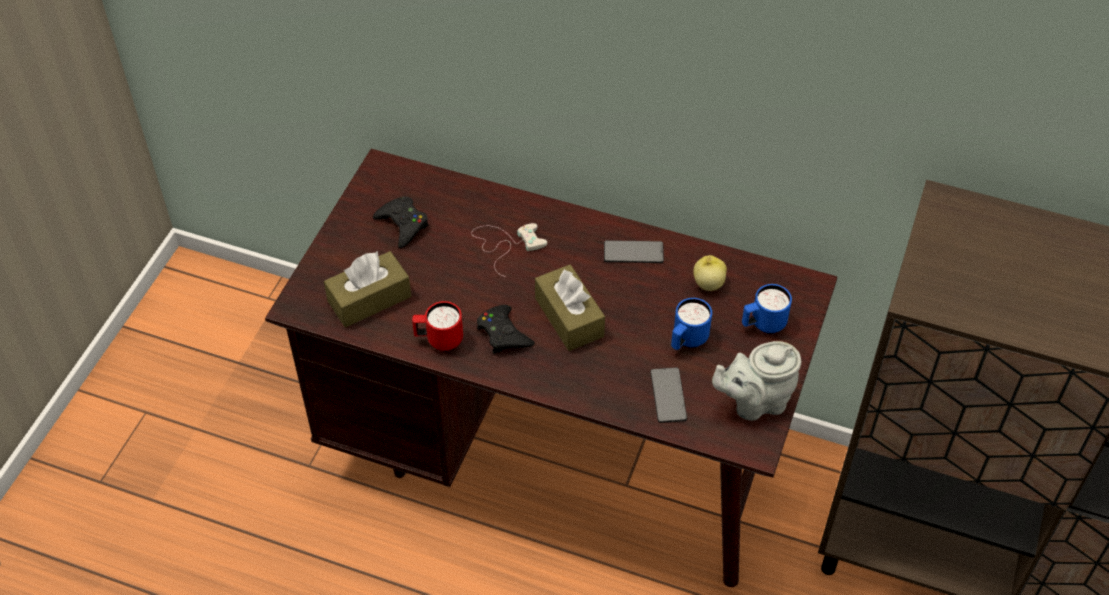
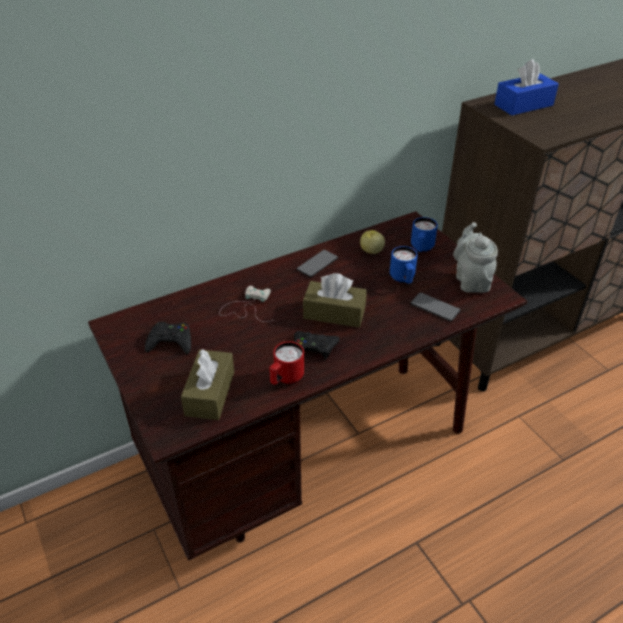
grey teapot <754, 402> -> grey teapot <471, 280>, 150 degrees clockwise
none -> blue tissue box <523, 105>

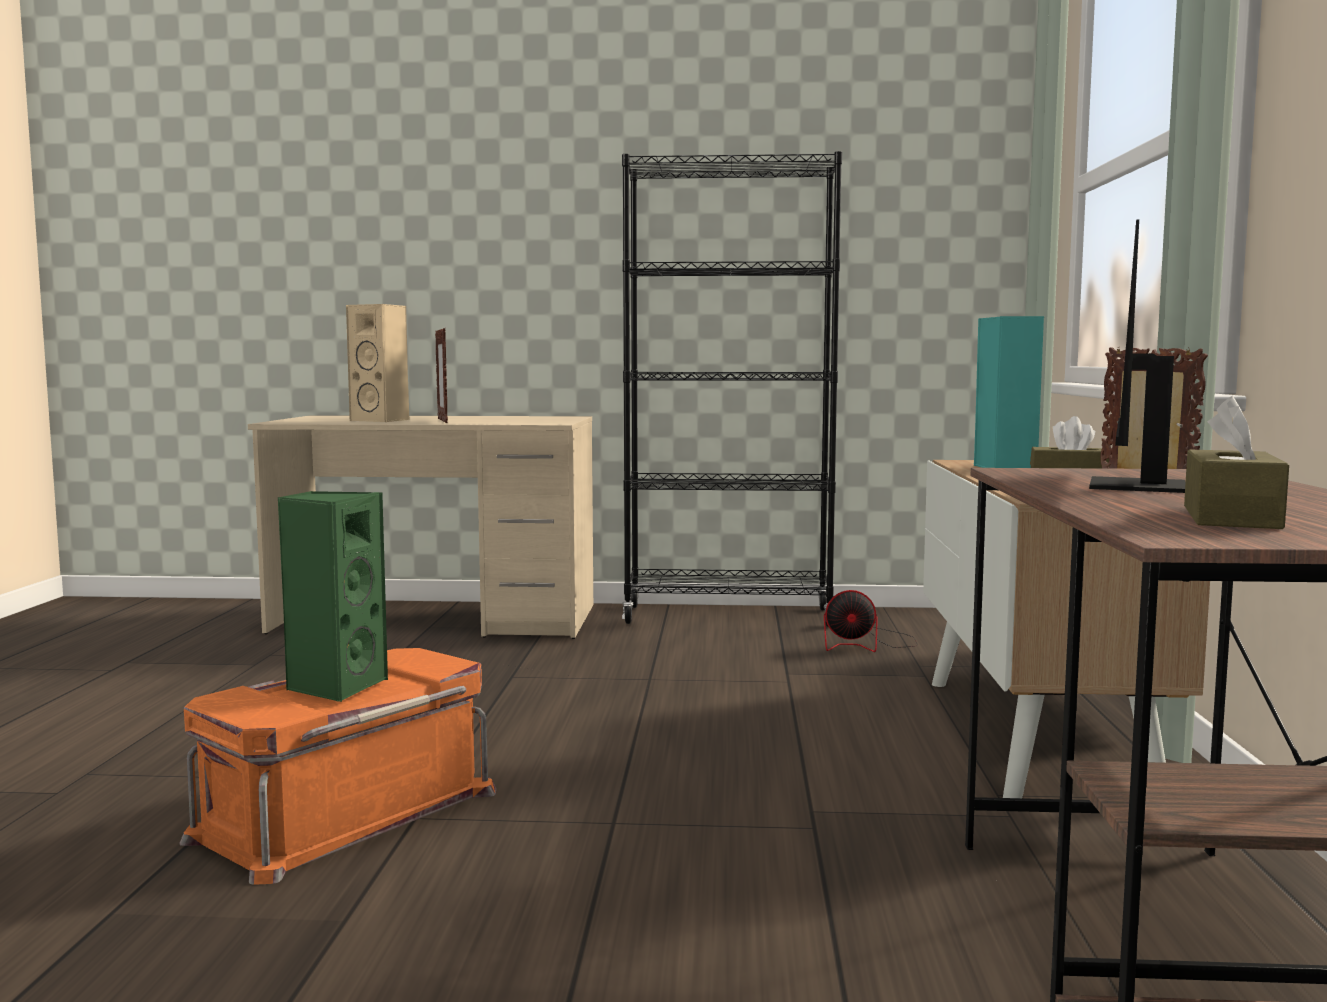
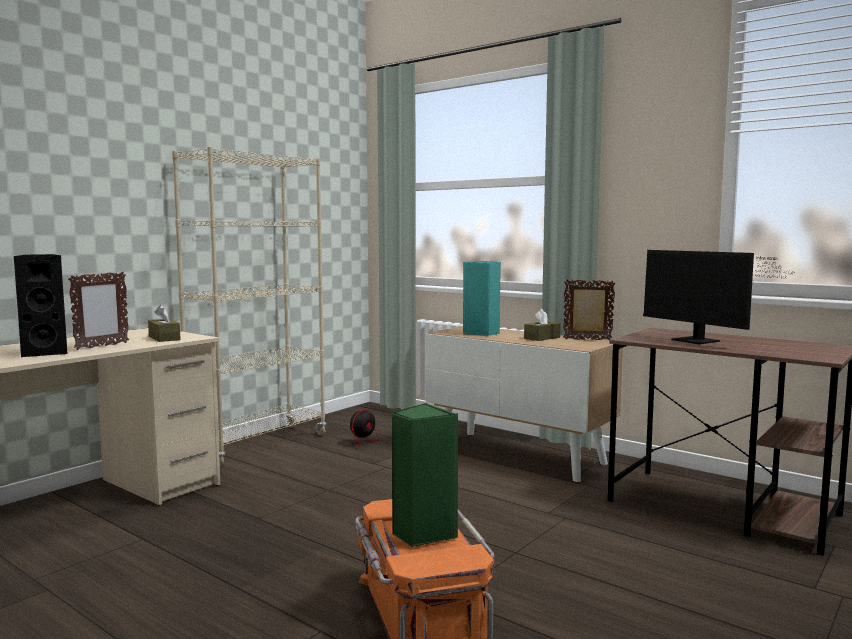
black bookcase <728, 616> -> beige bookcase <259, 445>
beige speaker <382, 420> -> black speaker <45, 352>
picture frame <443, 421> -> picture frame <102, 346>, 75 degrees counterclockwise
brown tissue box <1230, 517> -> brown tissue box <164, 338>, moved

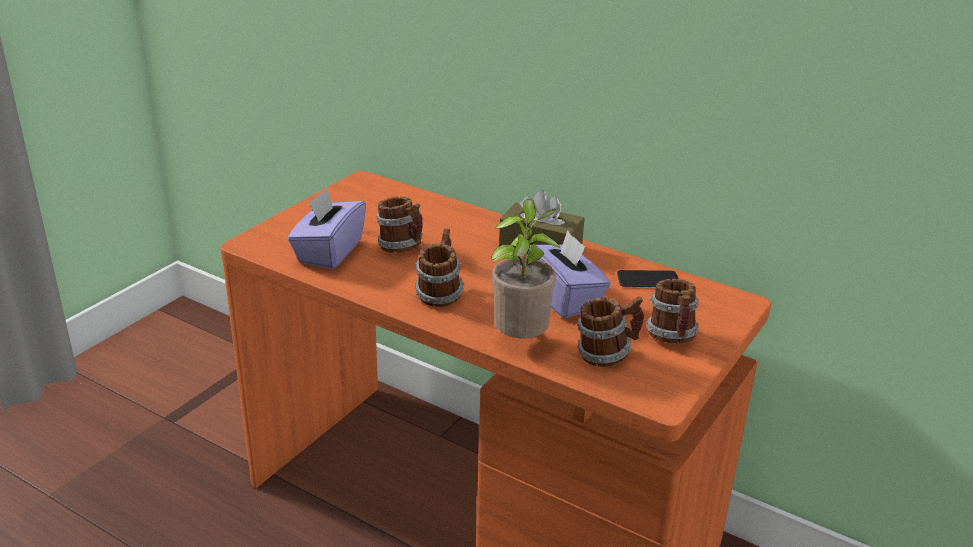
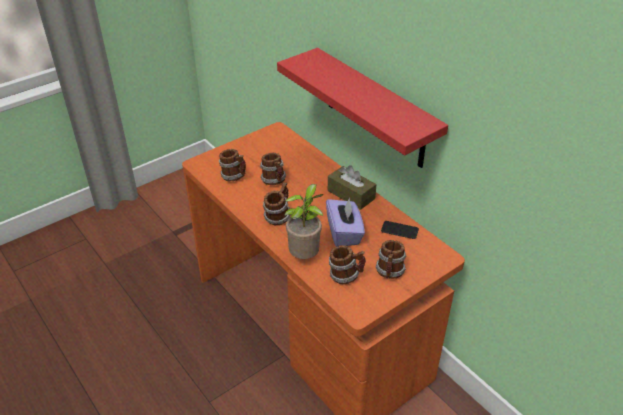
purple tissue box <329, 252> -> mug <234, 177>
none -> red shelf <375, 109>

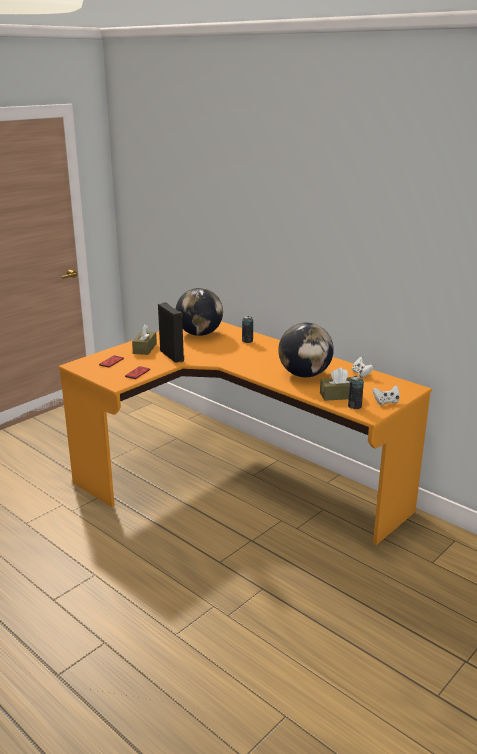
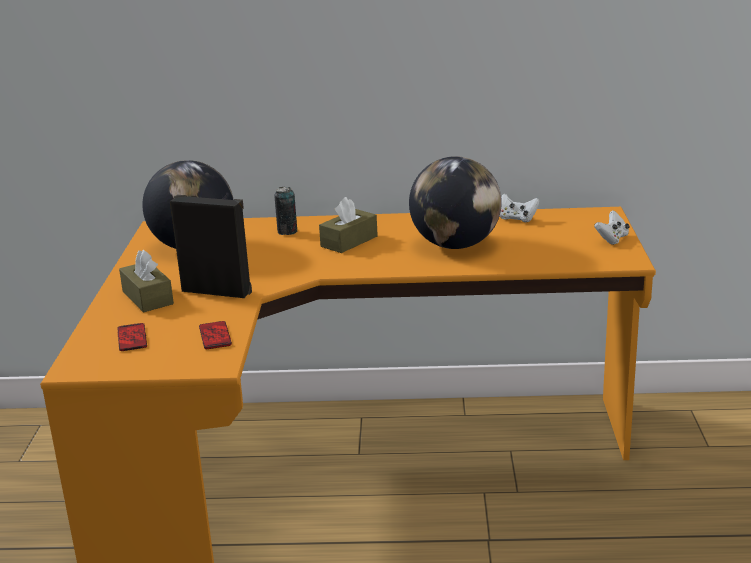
brown tissue box <339, 395> -> brown tissue box <349, 241>, moved
can <354, 406> -> none

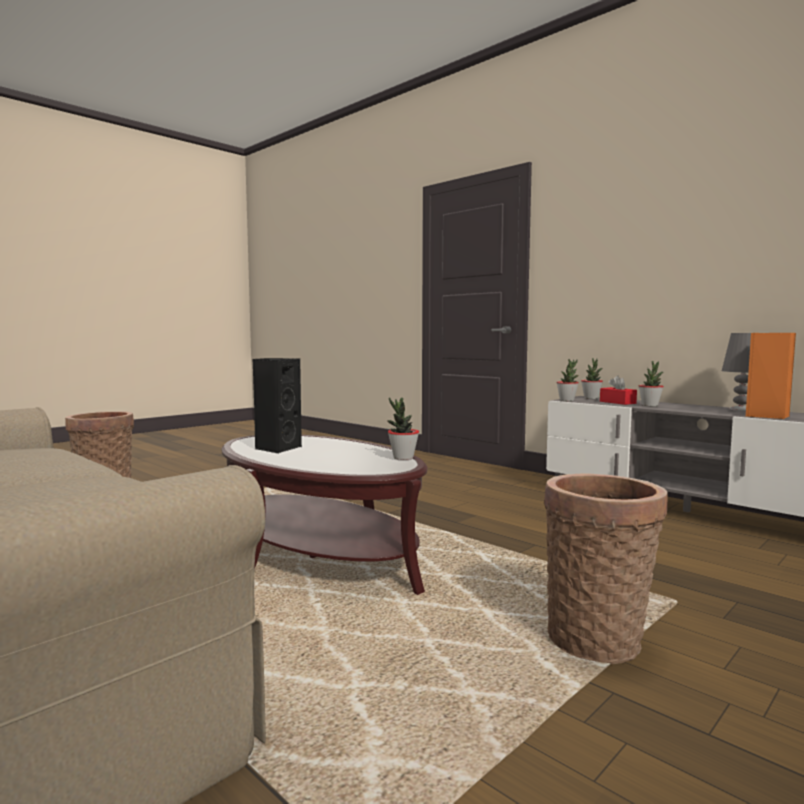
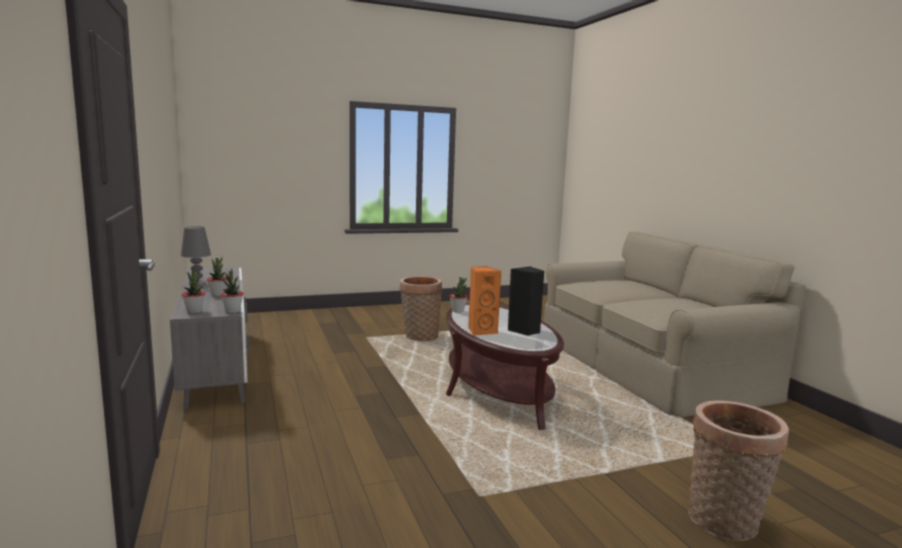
orange speaker <767, 416> -> orange speaker <481, 331>, moved
red tissue box <617, 402> -> none

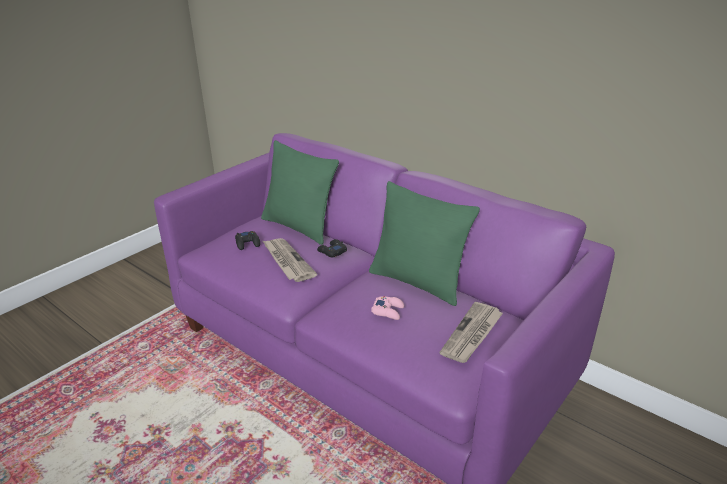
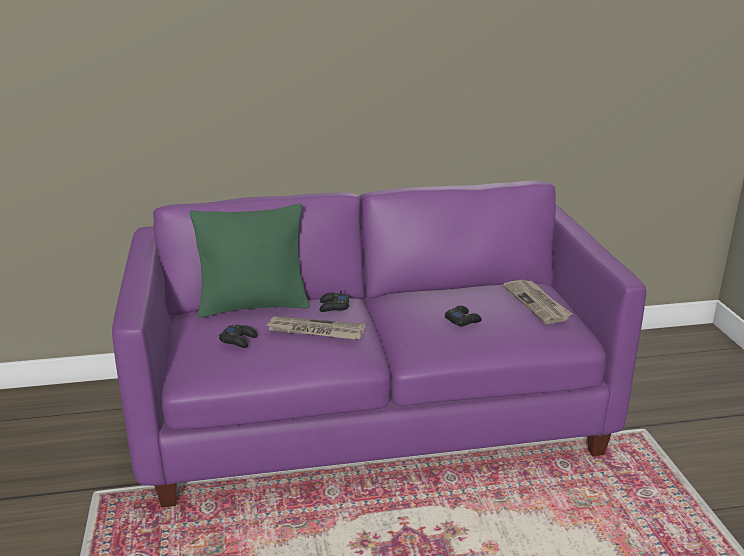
green pillow <417, 282> -> none
pink game controller <388, 311> -> black game controller <462, 320>

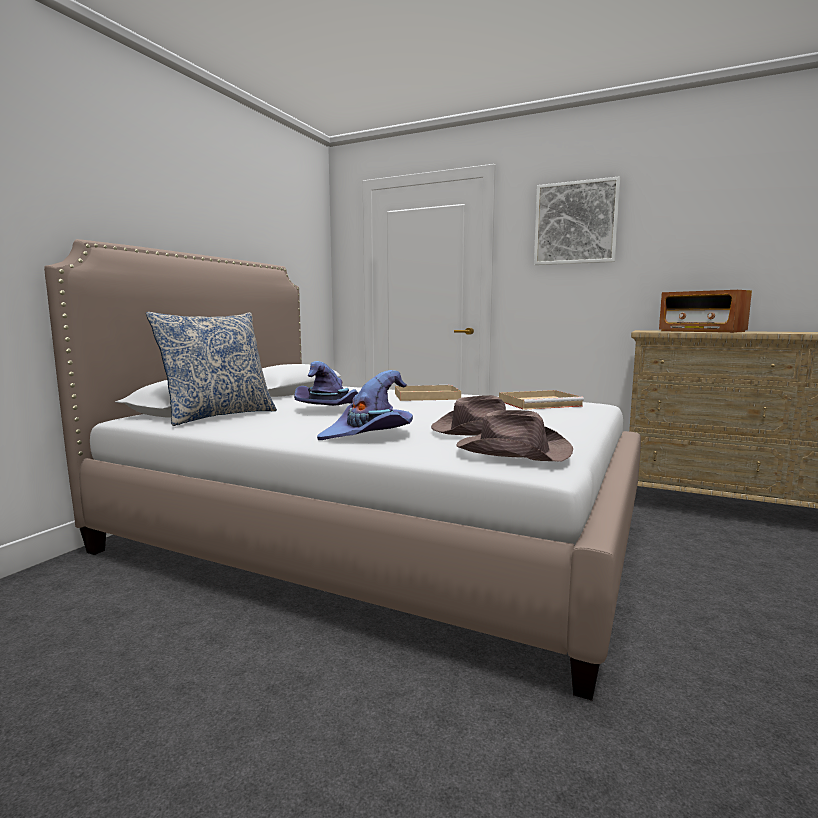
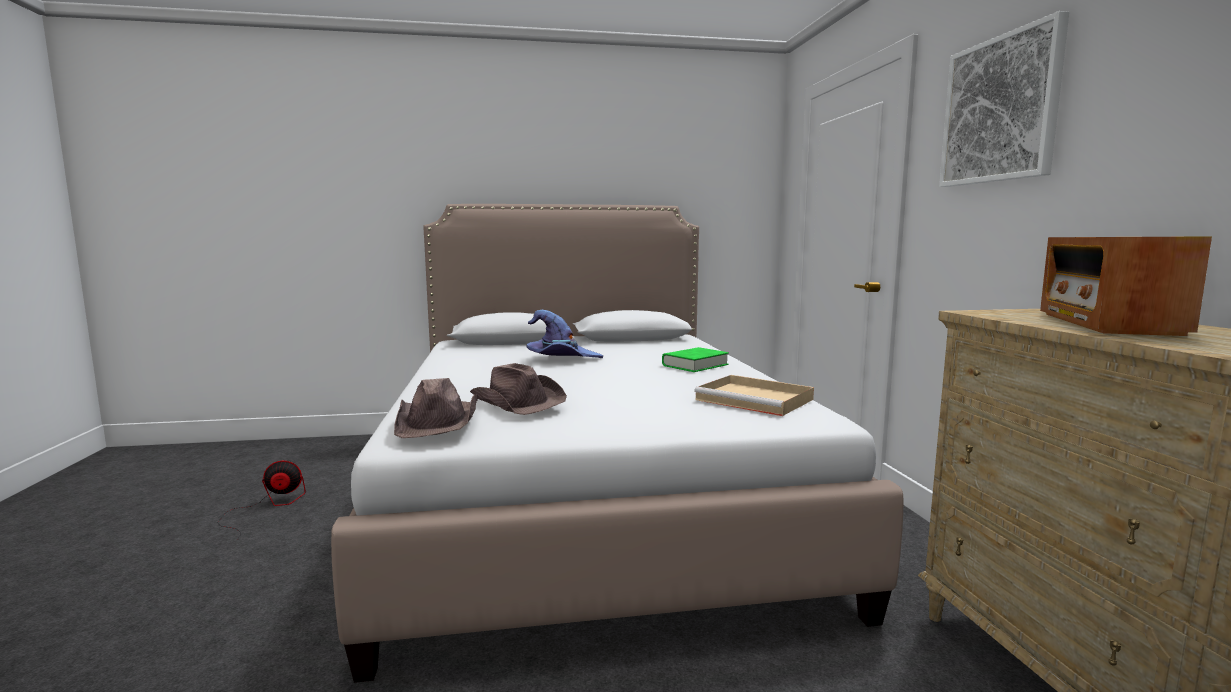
pillow <218, 416> -> none
purple hat <369, 435> -> none
beige tray <425, 396> -> green book <695, 365>
none -> fan <267, 507>

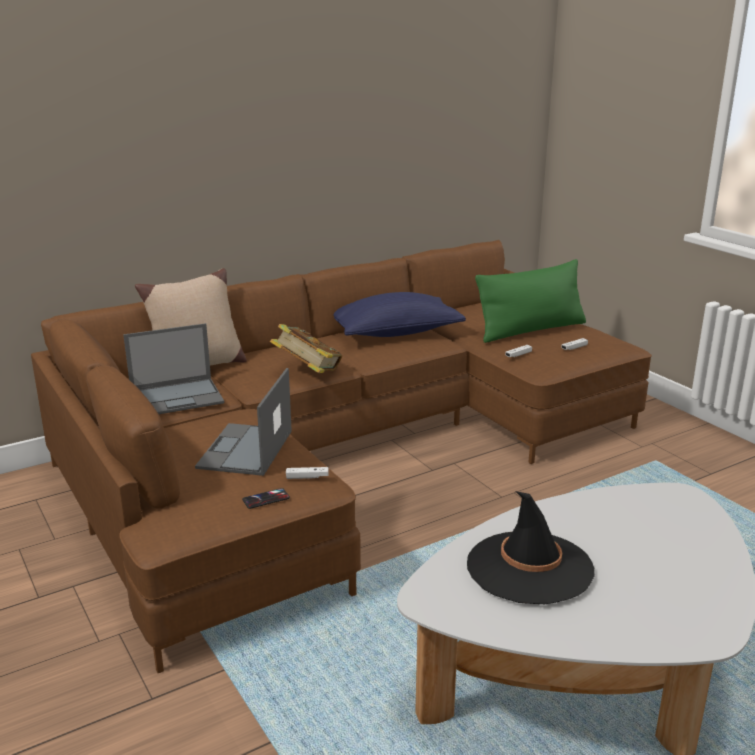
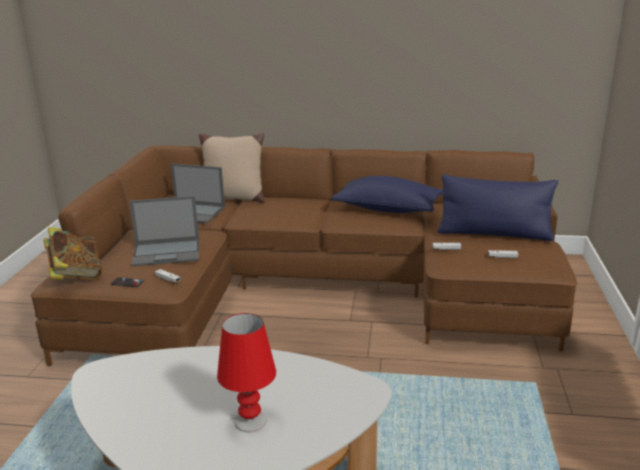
green pillow <531, 330> -> blue pillow <494, 234>
book <307, 373> -> book <76, 275>, moved
laptop <245, 450> -> laptop <167, 253>, 150 degrees counterclockwise
black hat <529, 567> -> none
none -> red table lamp <250, 421>

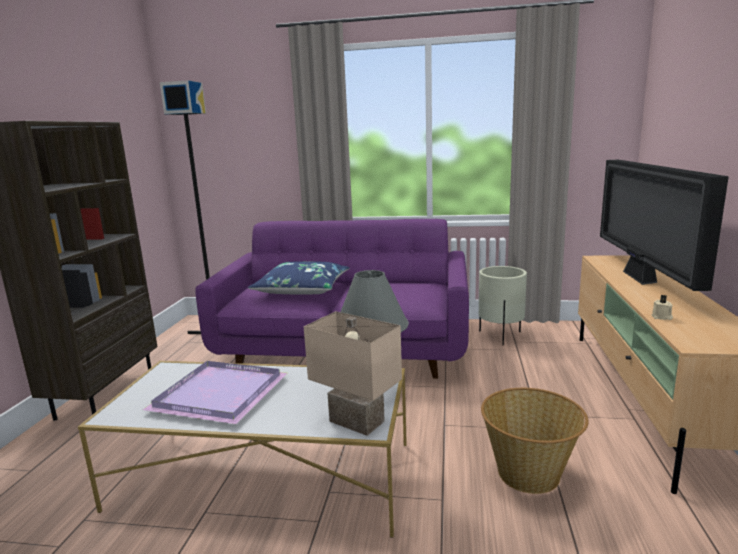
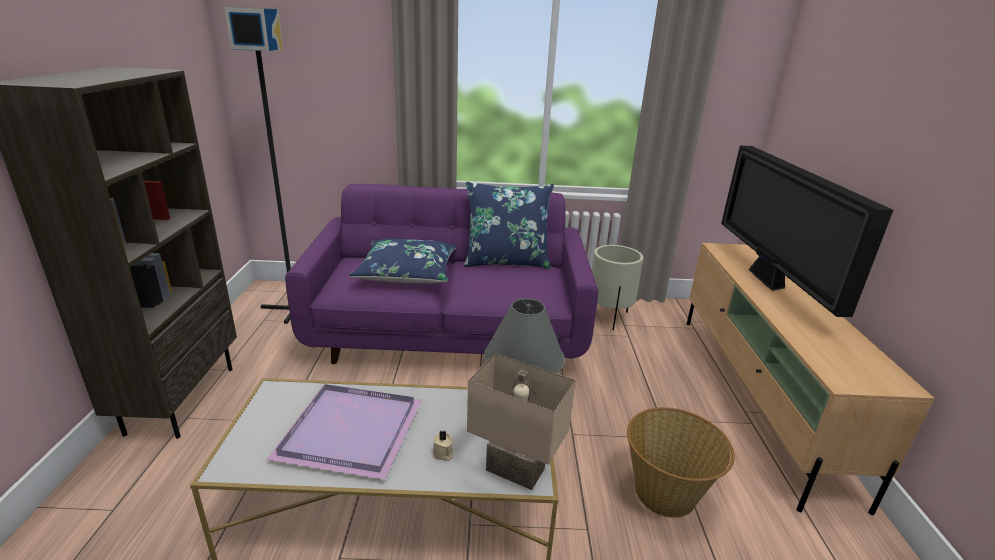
beige candle <662, 317> -> beige candle <443, 454>, moved
none -> blue pillow <506, 261>

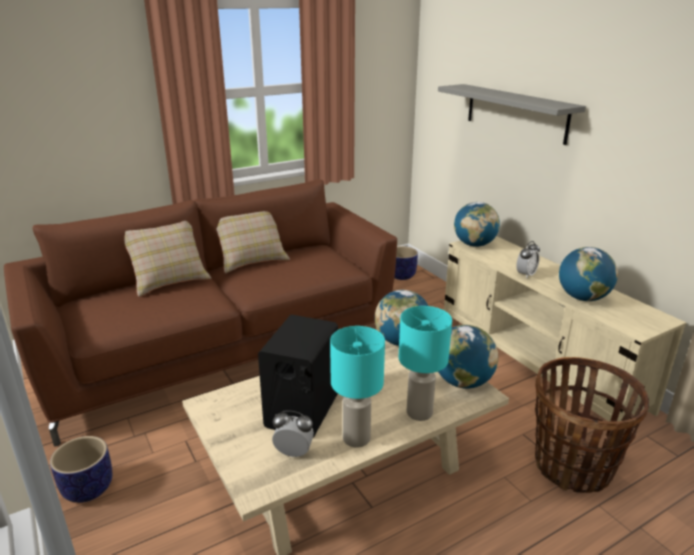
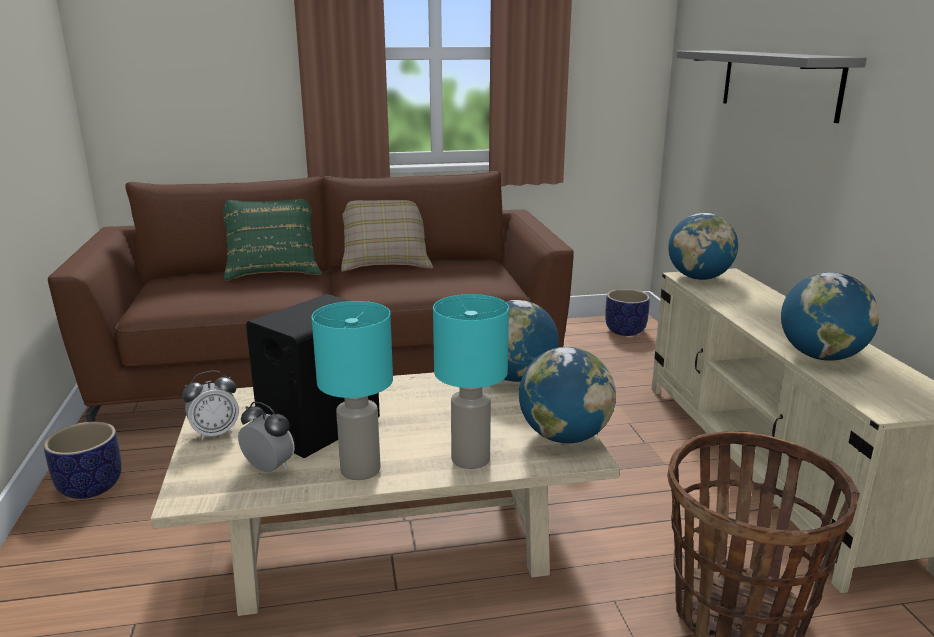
beige pillow <169, 281> -> green pillow <273, 271>
alarm clock <526, 275> -> alarm clock <215, 433>, moved

